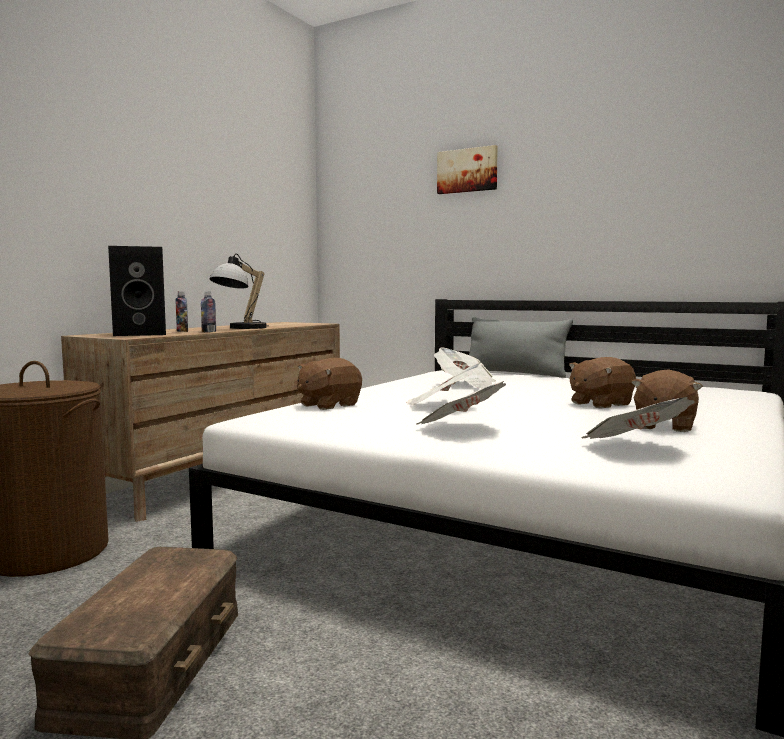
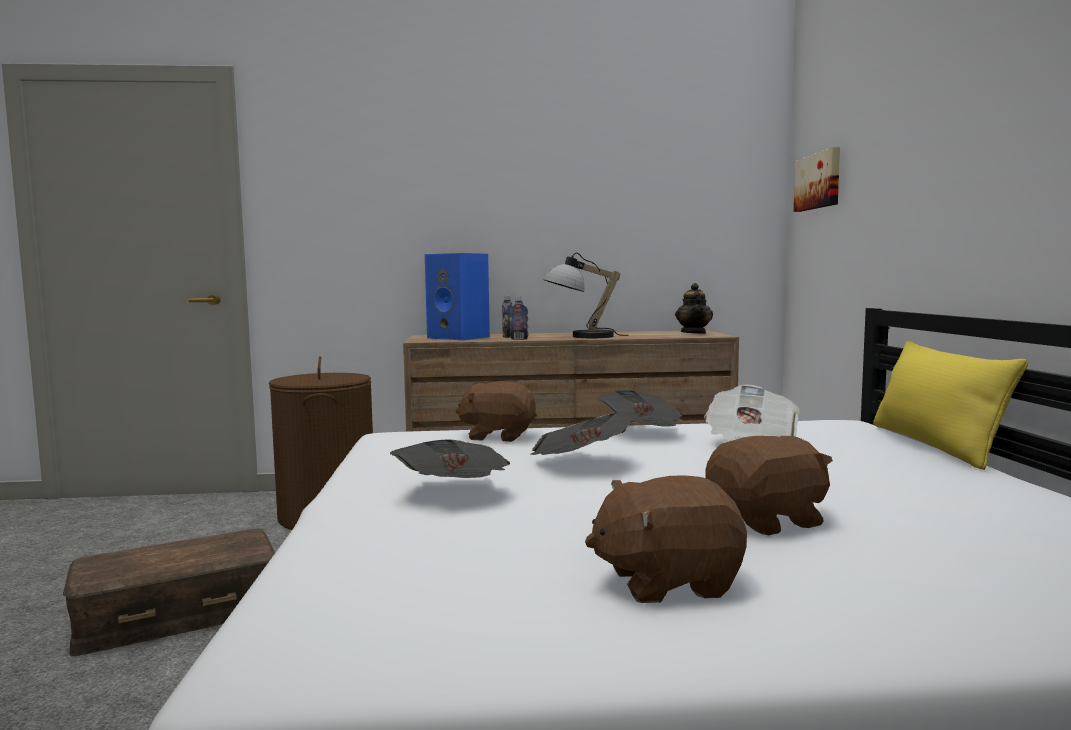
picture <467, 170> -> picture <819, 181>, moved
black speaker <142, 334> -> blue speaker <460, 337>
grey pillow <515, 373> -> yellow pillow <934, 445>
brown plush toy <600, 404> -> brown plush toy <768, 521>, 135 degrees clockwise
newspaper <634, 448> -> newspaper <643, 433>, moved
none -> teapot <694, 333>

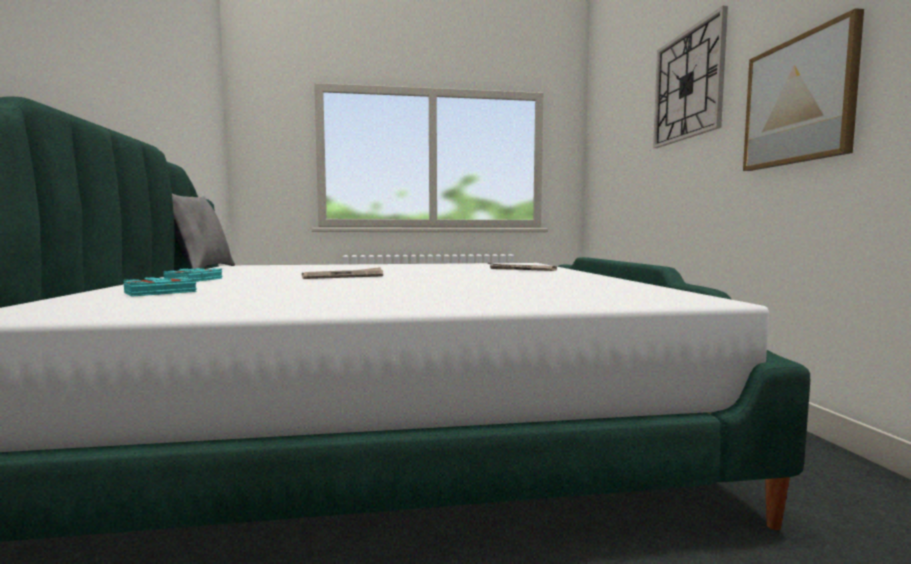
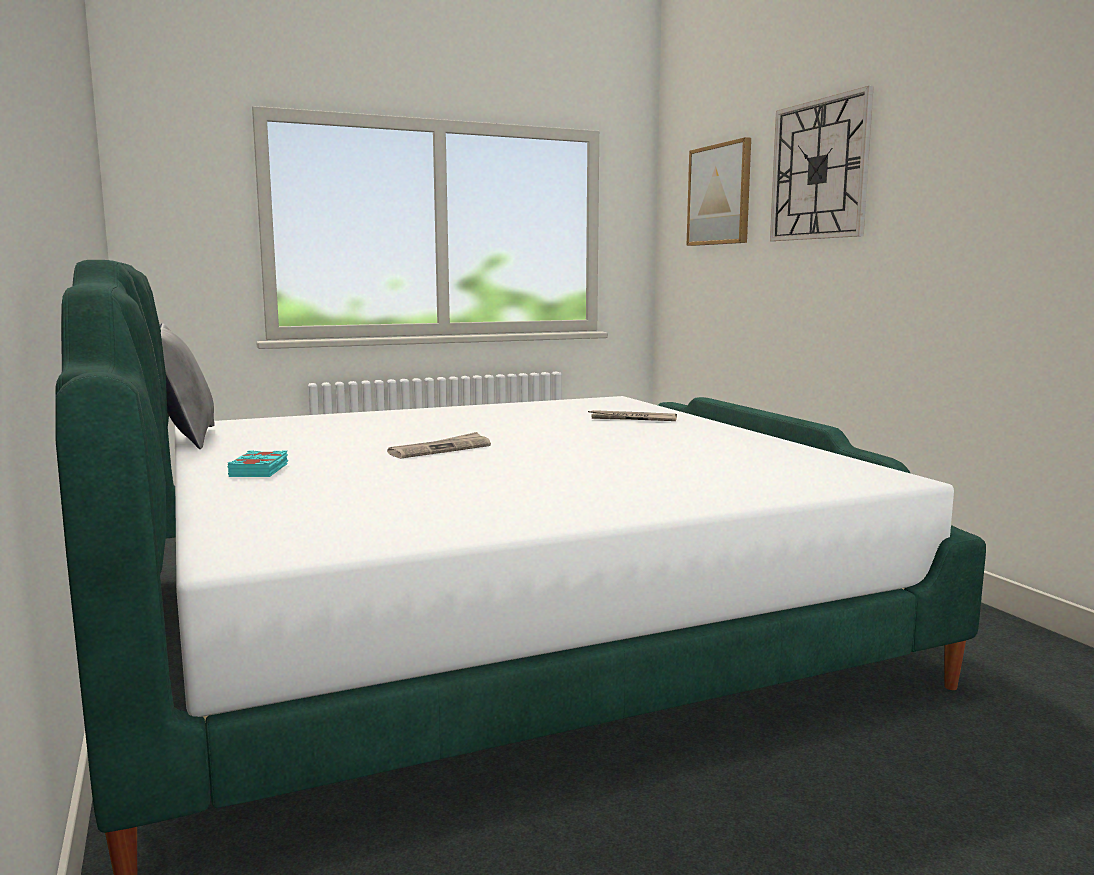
picture <799, 101> -> picture <720, 195>, moved
turquoise book <161, 293> -> none

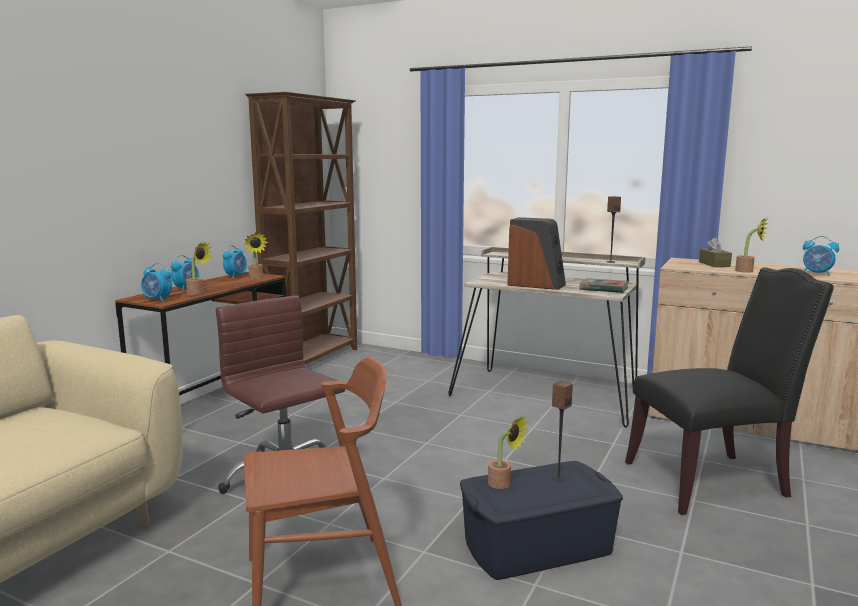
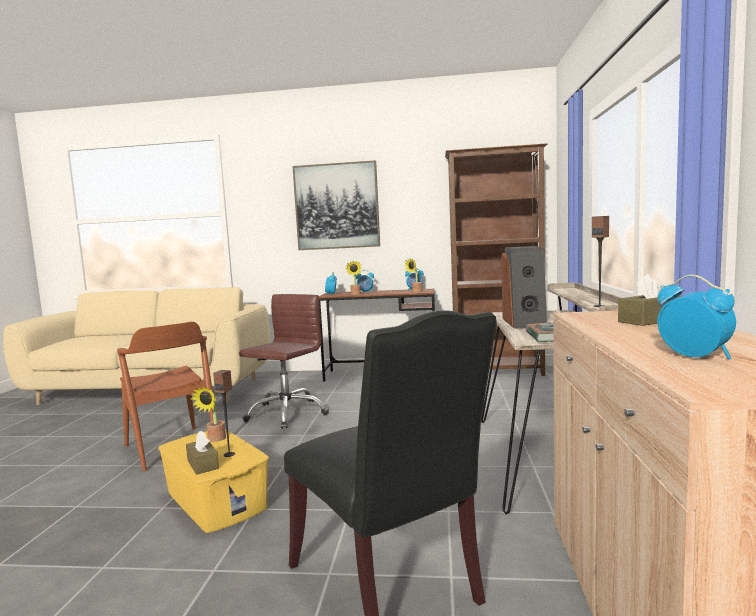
potted plant <748, 271> -> none
alarm clock <817, 274> -> alarm clock <695, 356>, 135 degrees clockwise
blue storage box <536, 545> -> yellow storage box <216, 500>
none -> picture <337, 206>
none -> brown tissue box <202, 464>

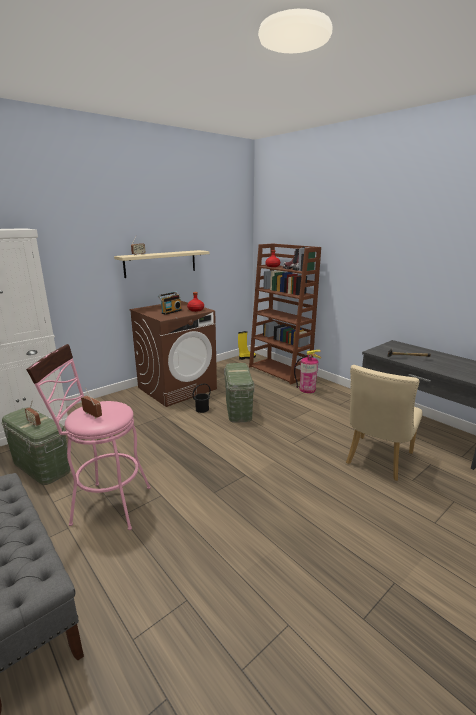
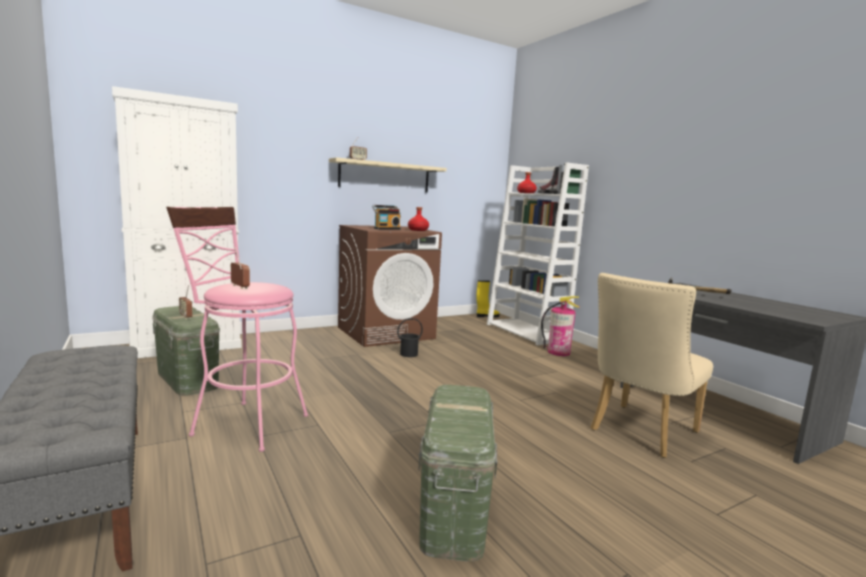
brown bookcase <280, 371> -> white bookcase <527, 332>
green storage box <238, 409> -> green storage box <453, 511>, moved

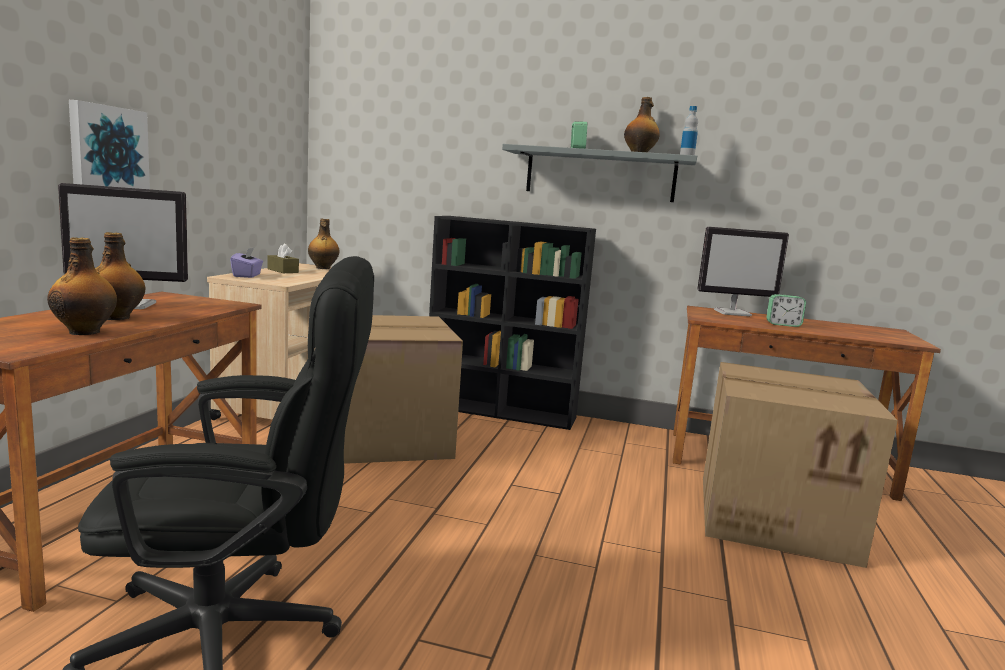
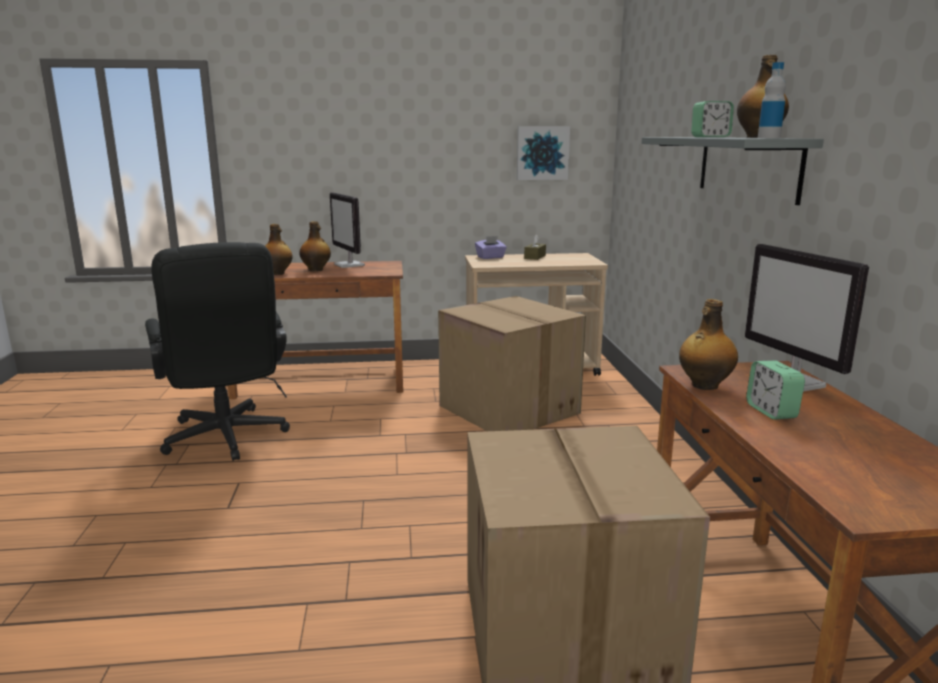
picture <107, 150> -> picture <542, 153>, moved
black bookcase <502, 412> -> none
bottle <323, 268> -> bottle <704, 386>, moved

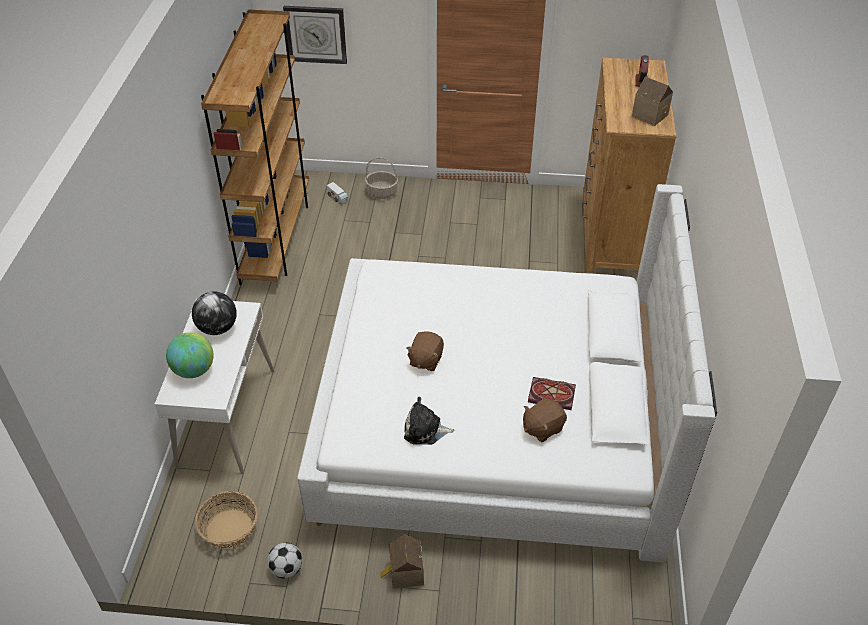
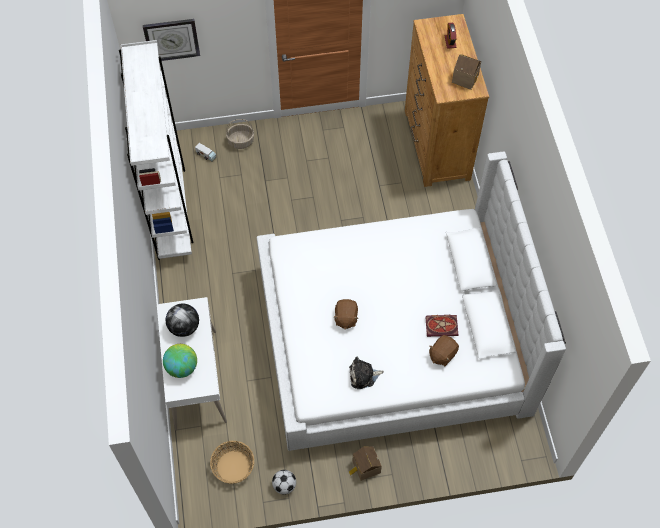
brown bookcase <276, 238> -> white bookcase <170, 207>

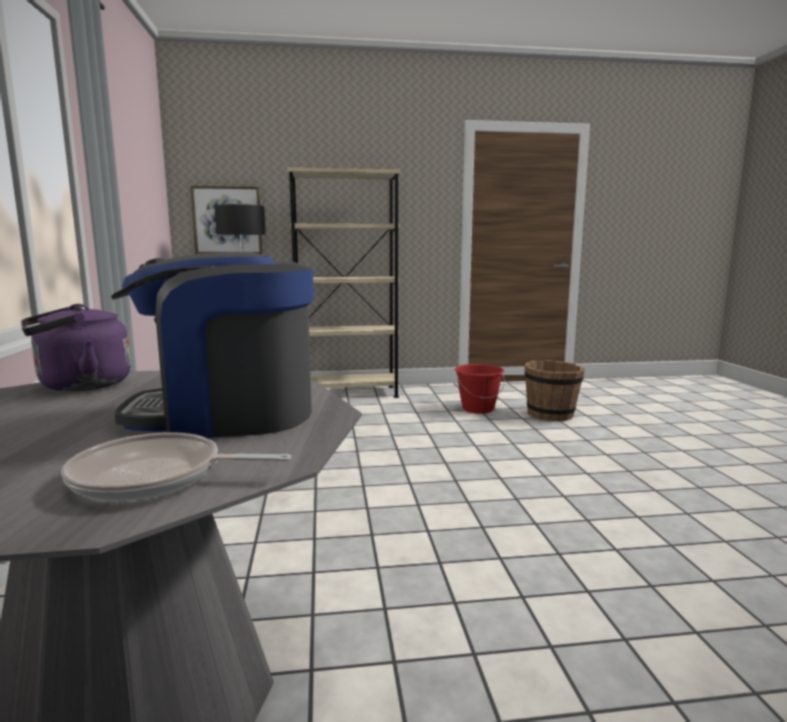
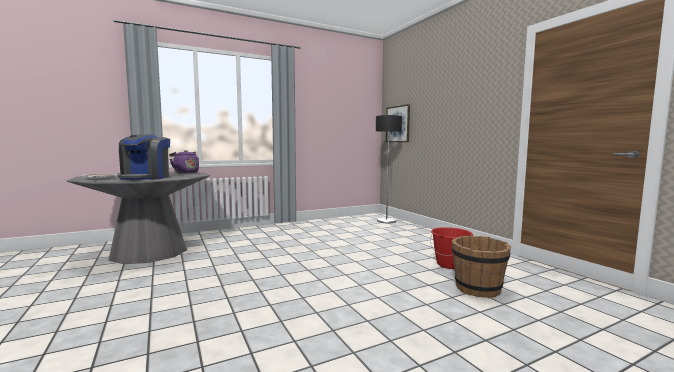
beige bookcase <347, 393> -> none
coffee machine <226, 415> -> coffee machine <146, 178>, 150 degrees counterclockwise

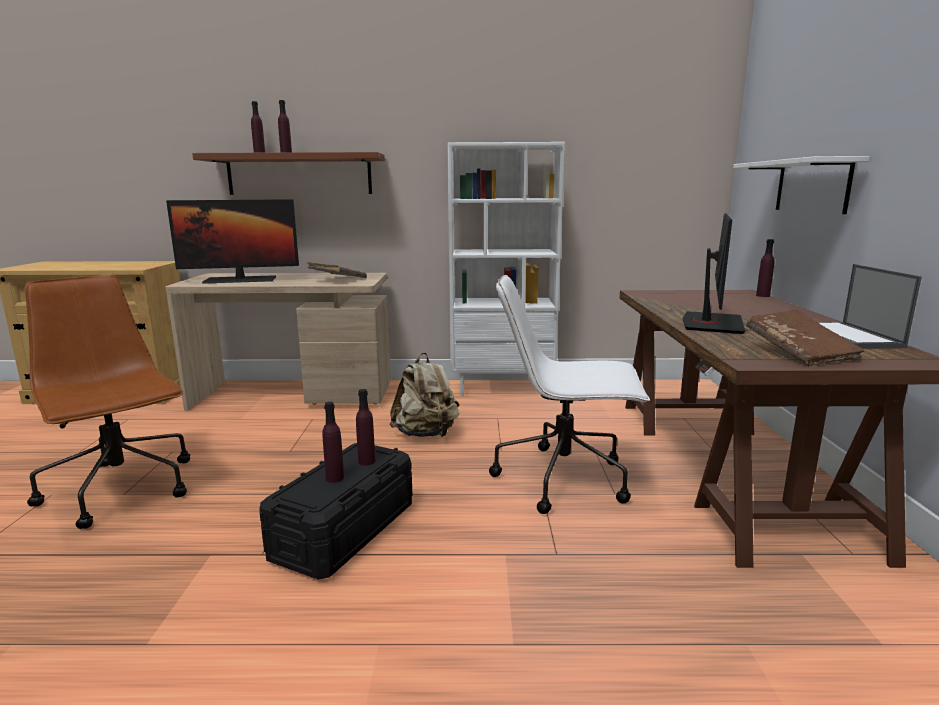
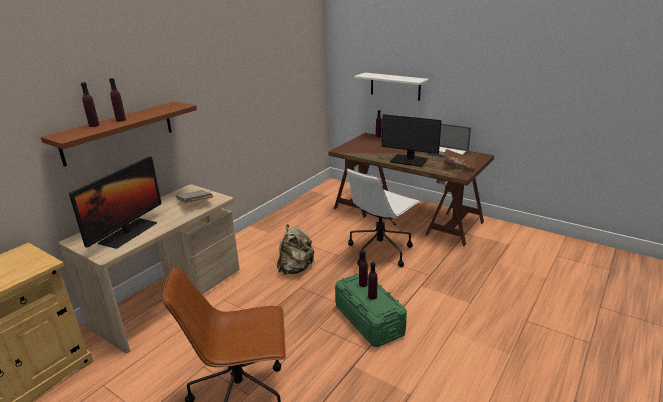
white bookcase <502, 388> -> none
monitor <711, 323> -> monitor <409, 160>, 150 degrees clockwise
black storage box <345, 531> -> green storage box <369, 320>

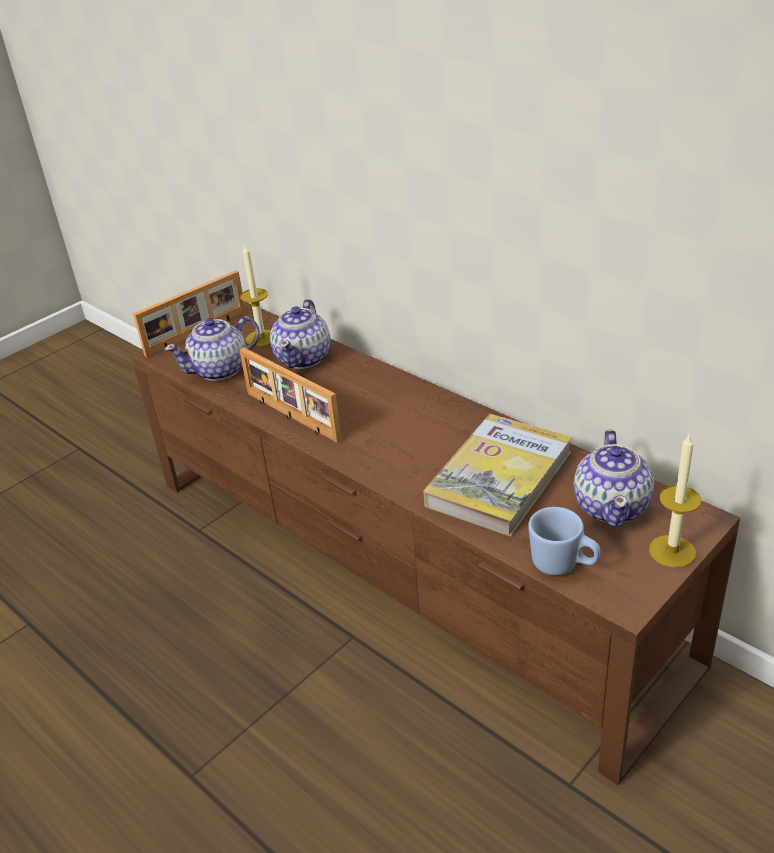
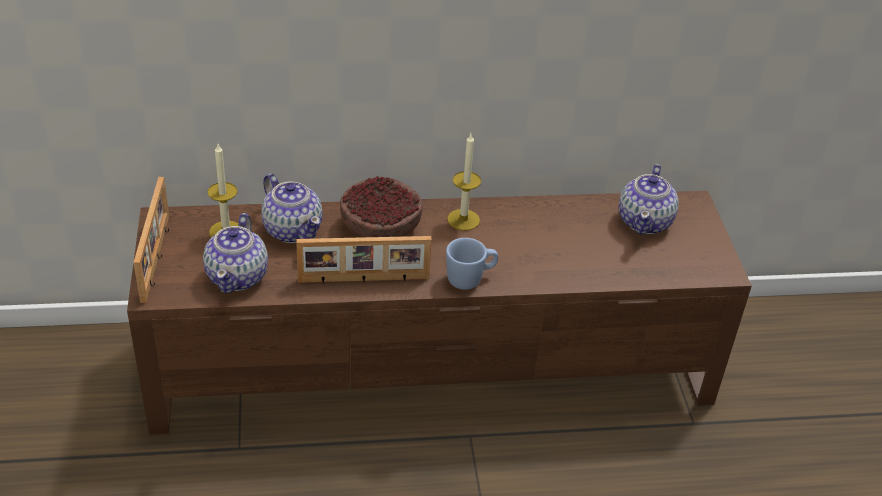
book <499, 478> -> none
teapot <612, 506> -> teapot <645, 221>, 60 degrees clockwise
candle <672, 551> -> candle <463, 220>, moved
blue mug <563, 566> -> blue mug <470, 279>, moved
none -> bowl <380, 227>

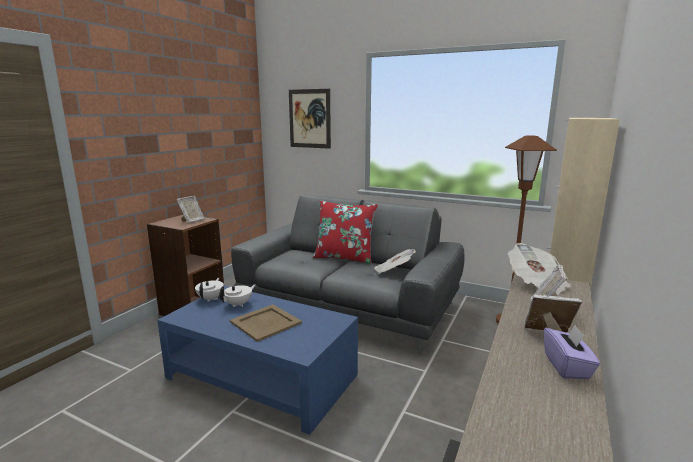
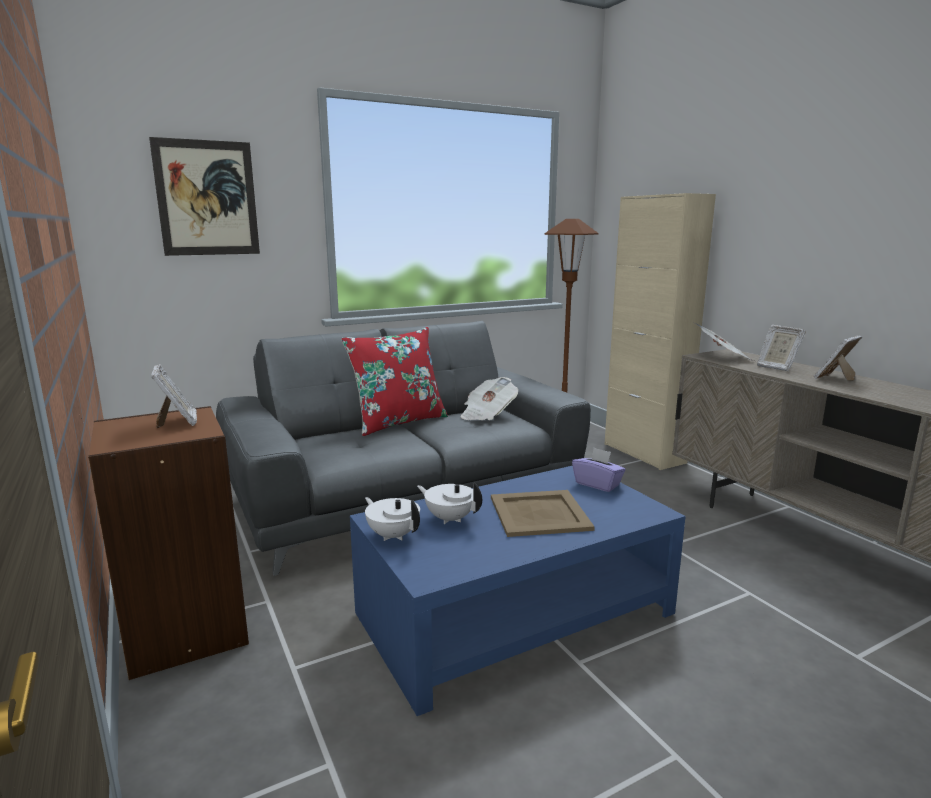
white teapot <239, 304> -> white teapot <450, 518>, 45 degrees counterclockwise
purple tissue box <567, 366> -> purple tissue box <597, 484>, moved

